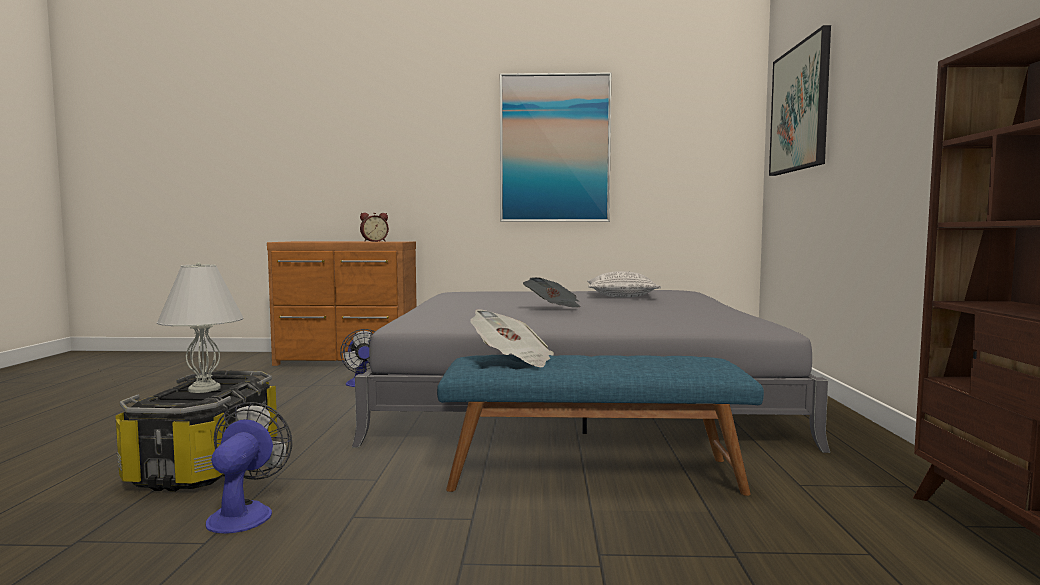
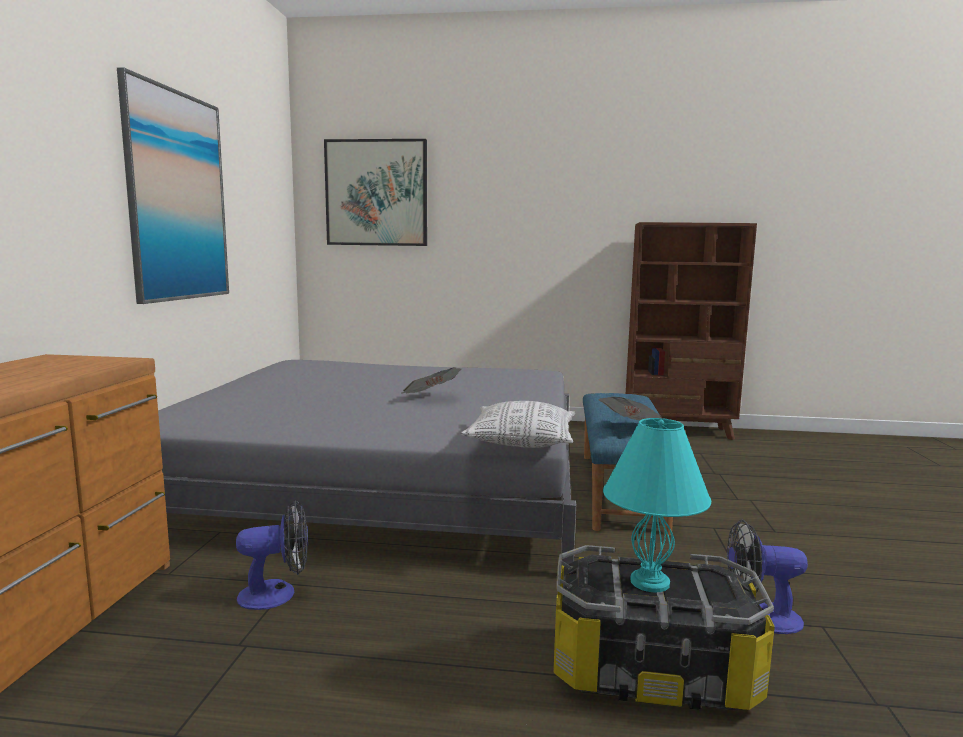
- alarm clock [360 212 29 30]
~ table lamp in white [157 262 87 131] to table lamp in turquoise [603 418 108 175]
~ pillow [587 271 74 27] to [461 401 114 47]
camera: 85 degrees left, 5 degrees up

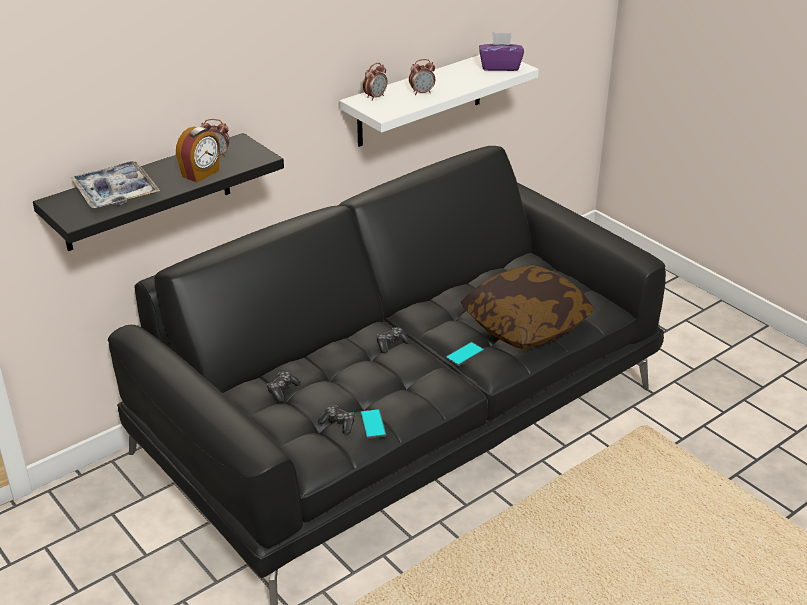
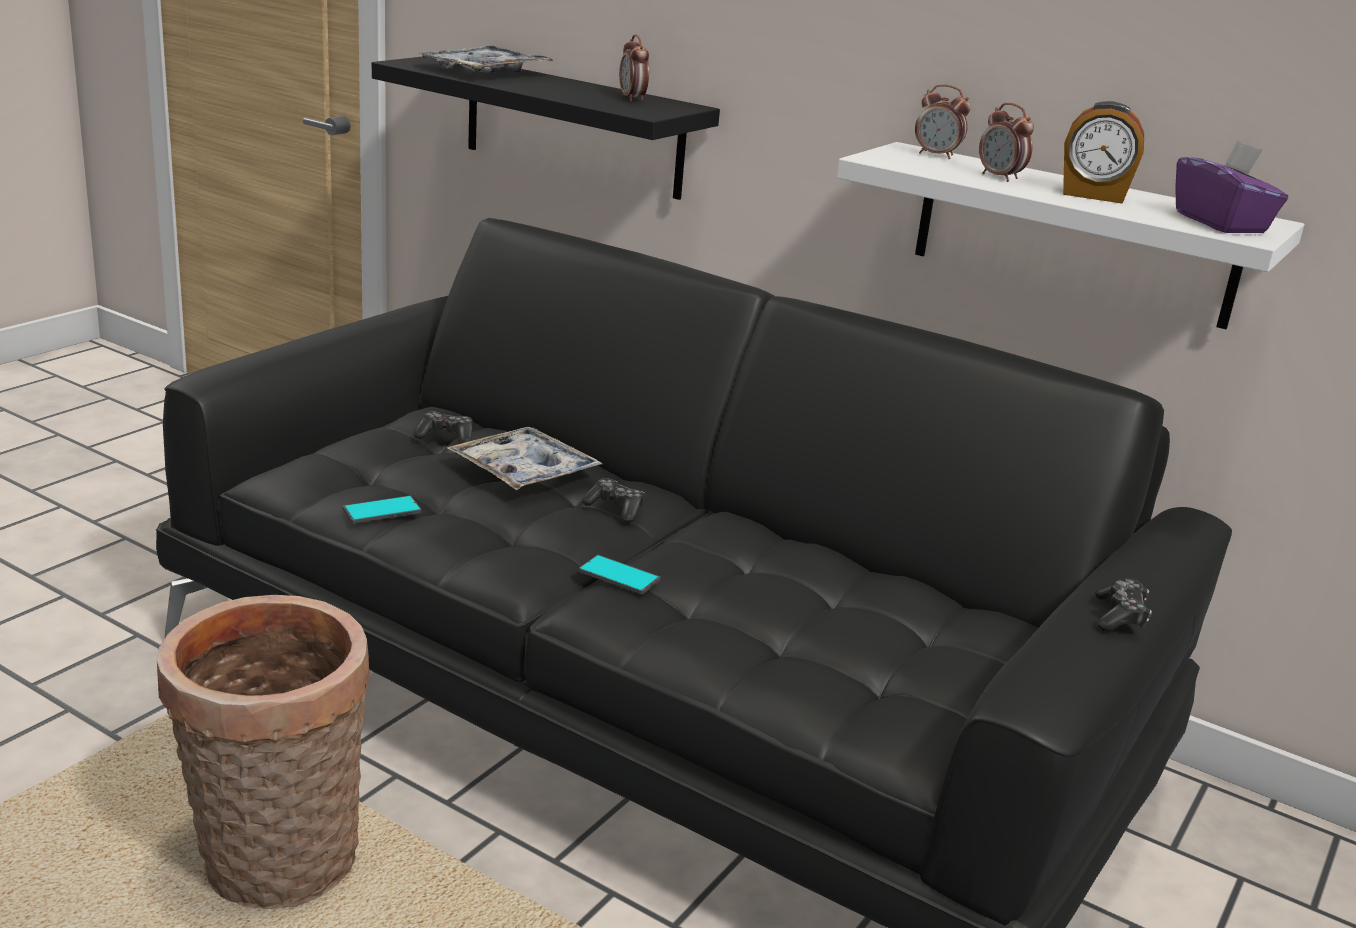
~ alarm clock [176 127 44 56] to [1063 101 81 103]
- pillow [461 265 133 84]
~ game controller [318 405 37 30] to [1095 579 57 53]
+ tray [446 427 156 63]
+ basket [157 595 213 315]
camera: 70 degrees right, 10 degrees down

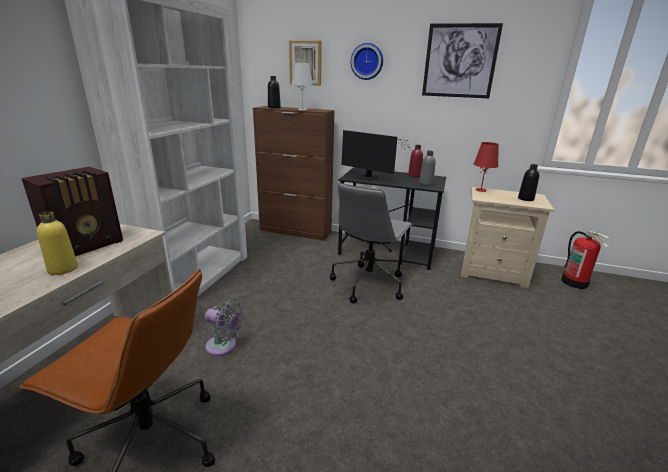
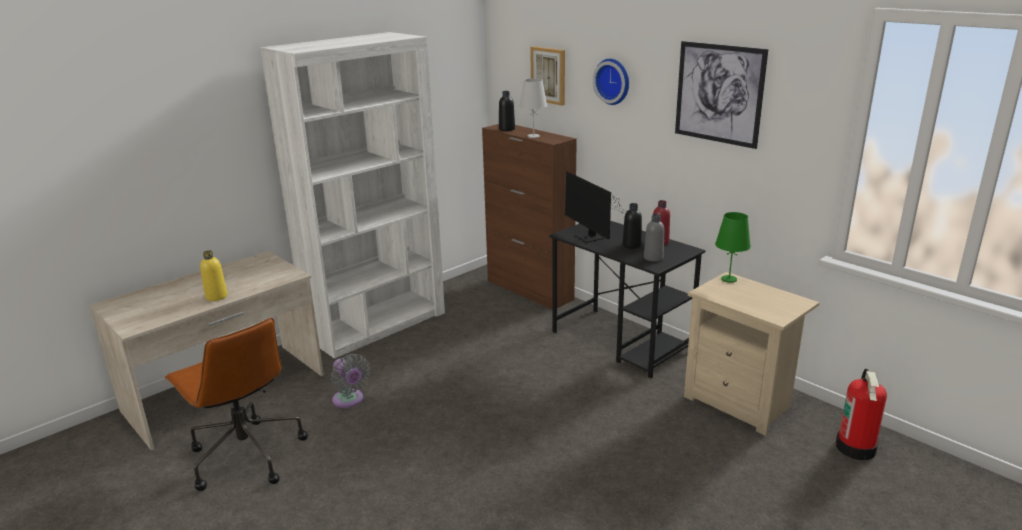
~ table lamp in red [474 142 25 50] to table lamp in green [715 212 36 71]
~ bottle in black [518 164 21 37] to [622 203 20 46]
- radio [21 167 102 89]
- office chair in grey [330 183 83 121]
camera: 30 degrees right, 0 degrees up

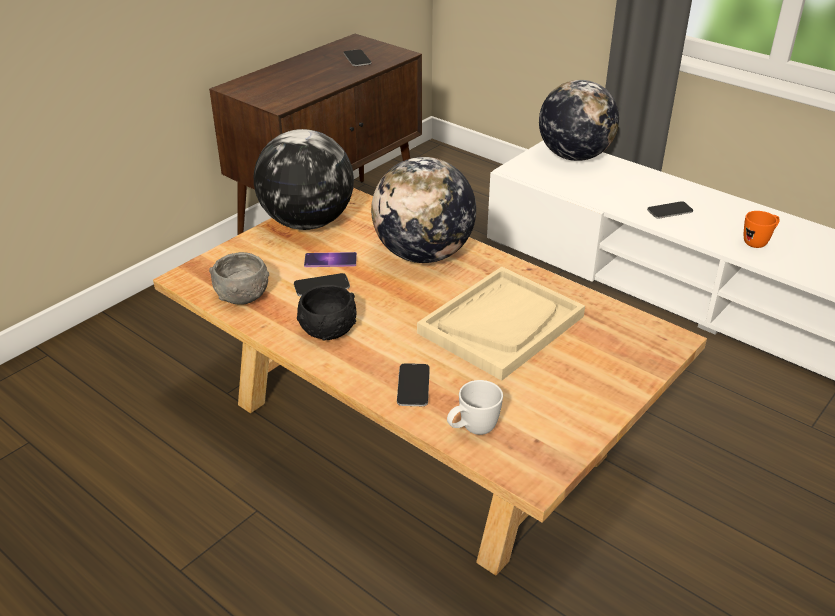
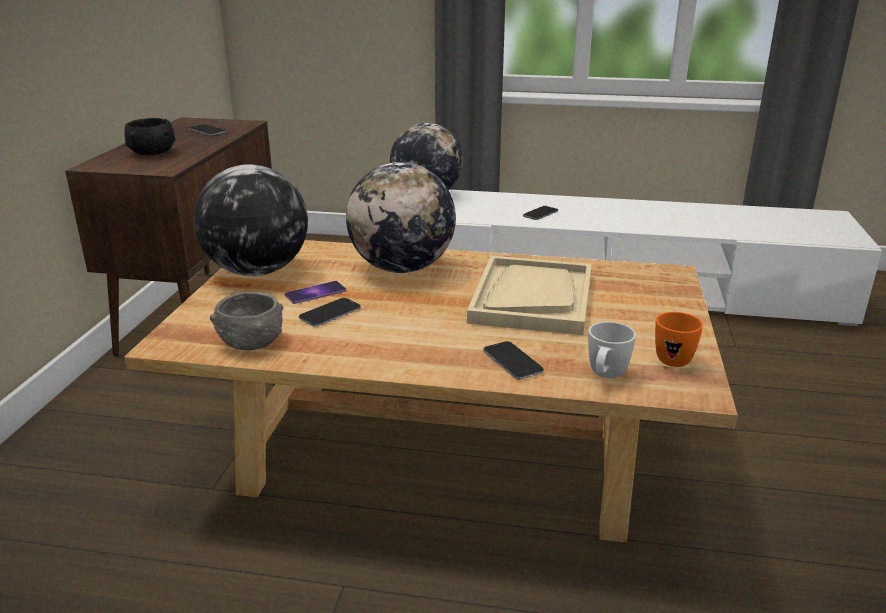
~ mug in orange [744 211 36 37] to [655 312 48 55]
~ bowl in black [297 285 60 56] to [124 118 52 37]
camera: 30 degrees left, 10 degrees down

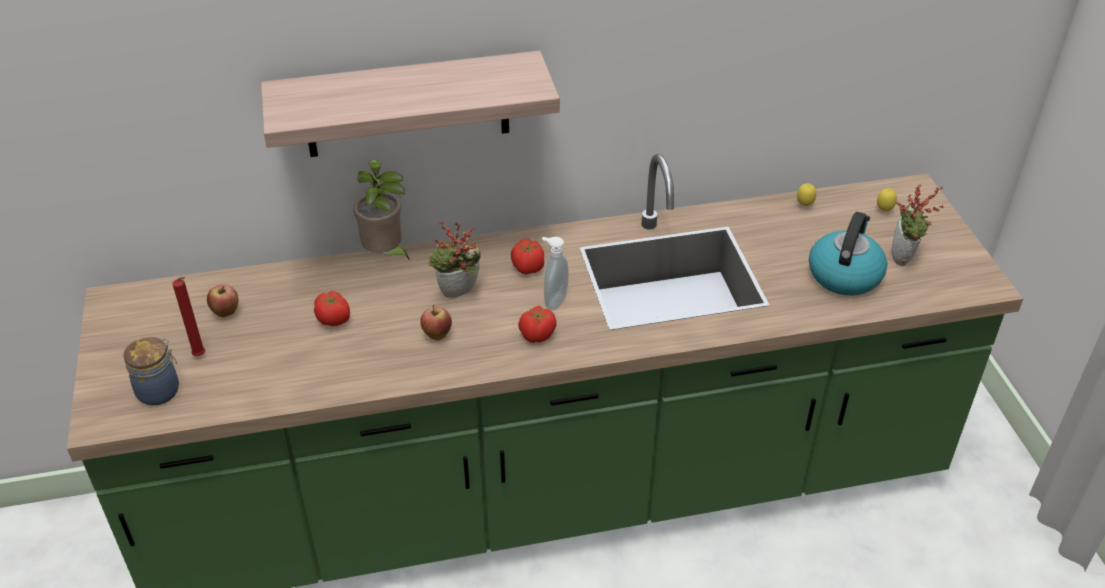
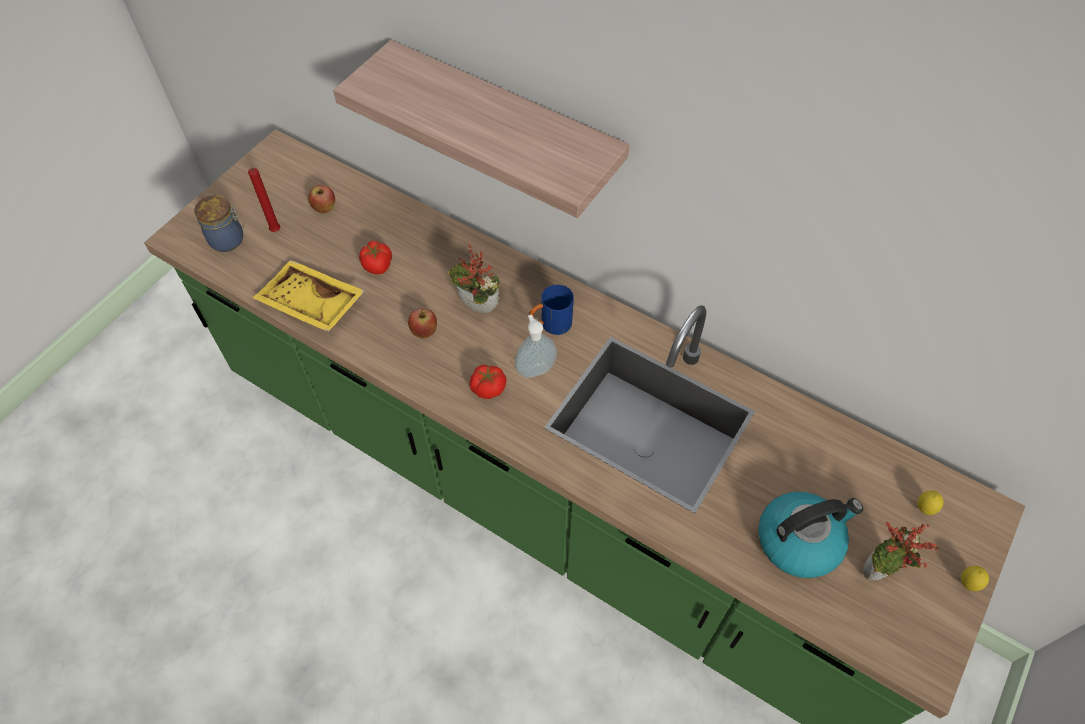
- potted plant [353 159 57 101]
~ lemon [797 183 19 23] to [961 566 28 25]
~ tomato [511 239 33 35] to mug in blue [529 285 45 50]
+ tray in yellow [253 260 112 72]
camera: 45 degrees right, 15 degrees up

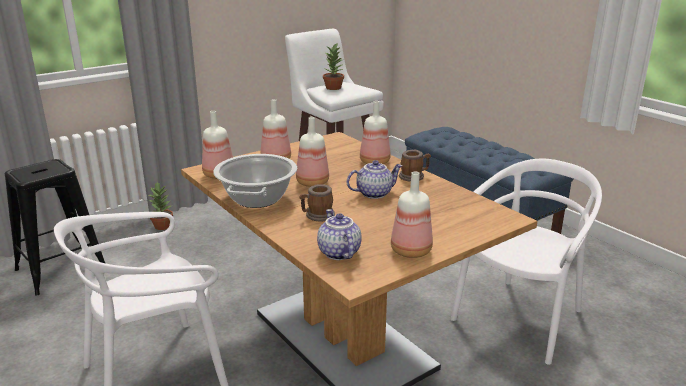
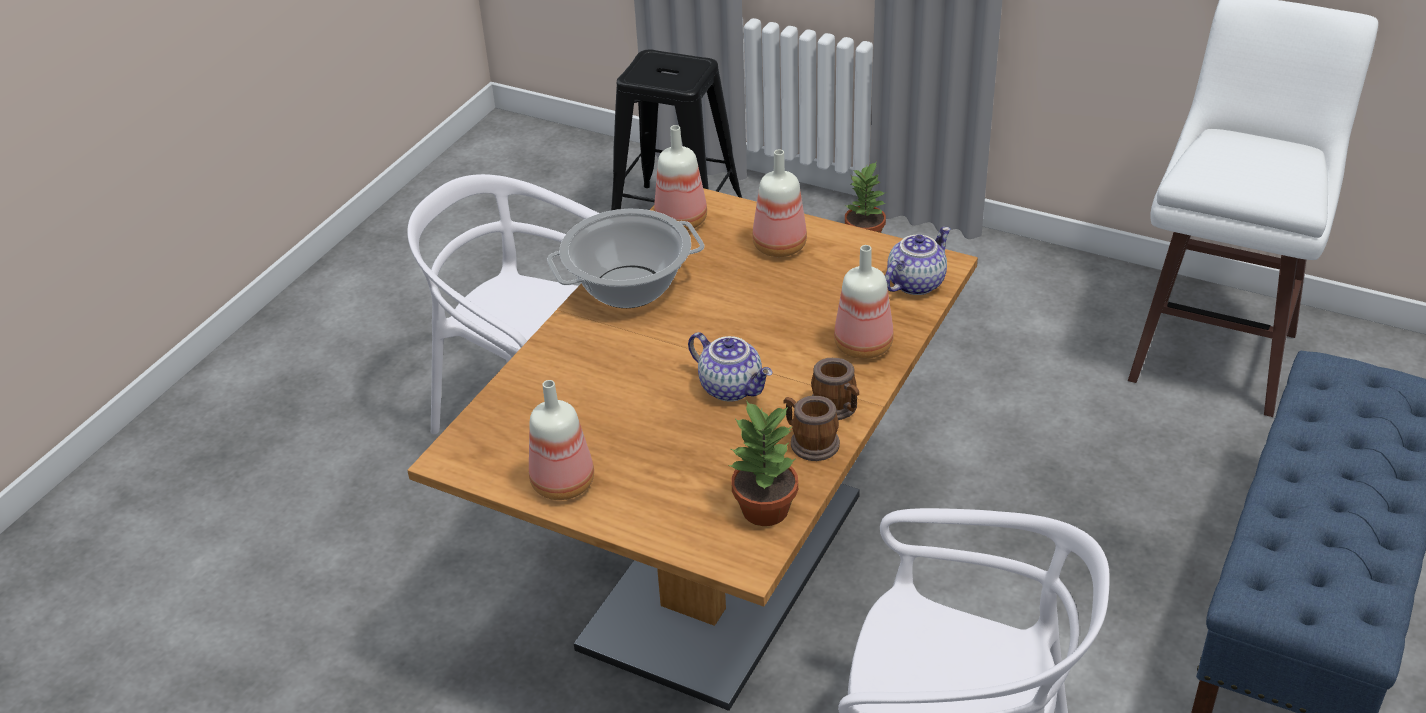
~ potted plant [323 44 21 46] to [728 400 70 126]
- bottle [296 117 33 70]
~ mug [299 184 36 38] to [783 396 57 65]
~ teapot [317 209 45 51] to [885 227 66 68]
camera: 65 degrees right, 15 degrees up

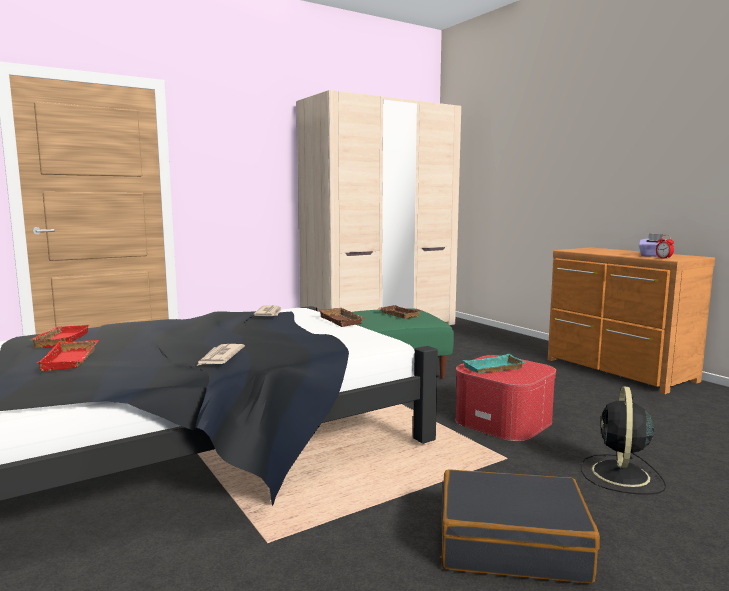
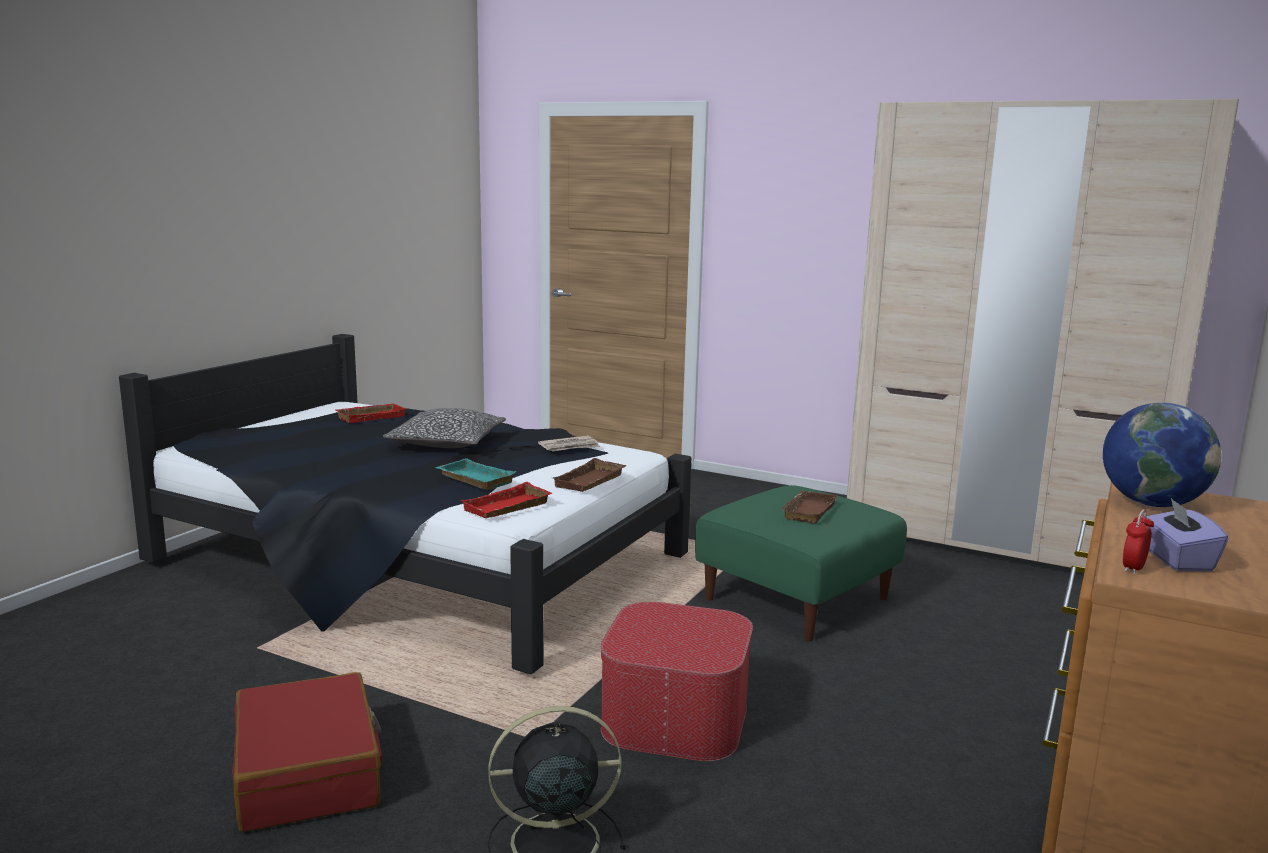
~ tray in red [36 340 63 31] to [460 482 92 36]
- newspaper [197 344 48 22]
~ tray in turquoise [462 354 63 19] to [435 458 81 32]
~ suitcase in black [442 469 158 114] to suitcase in red [232 672 150 160]
+ globe [1103 402 118 105]
+ pillow [383 408 123 40]
camera: 60 degrees right, 5 degrees up

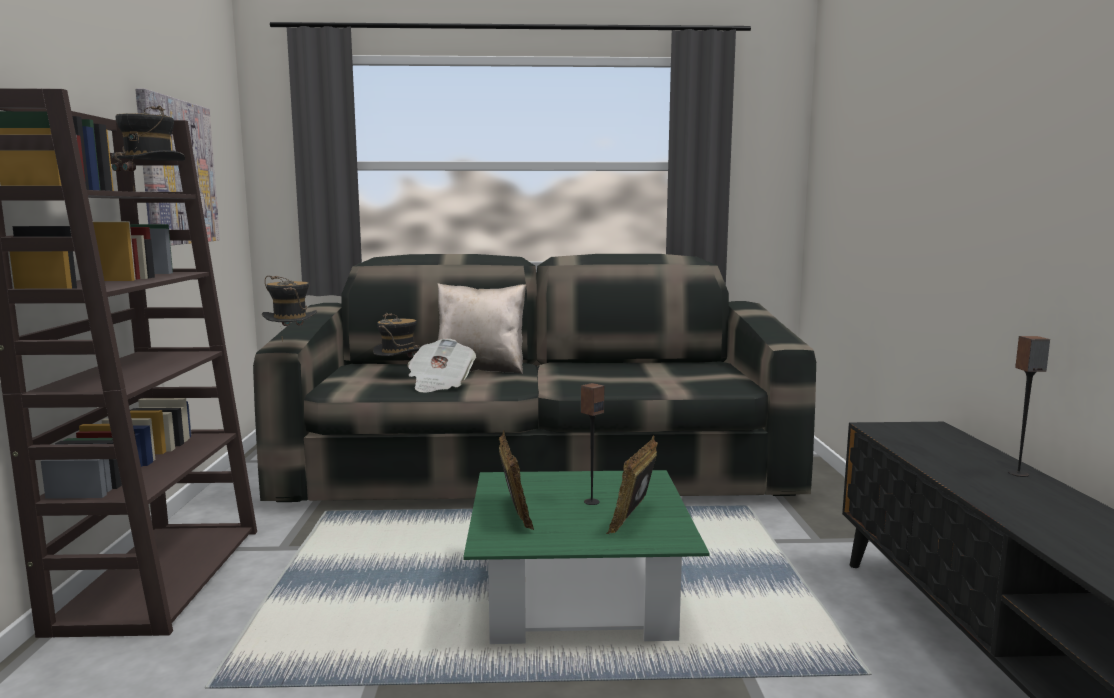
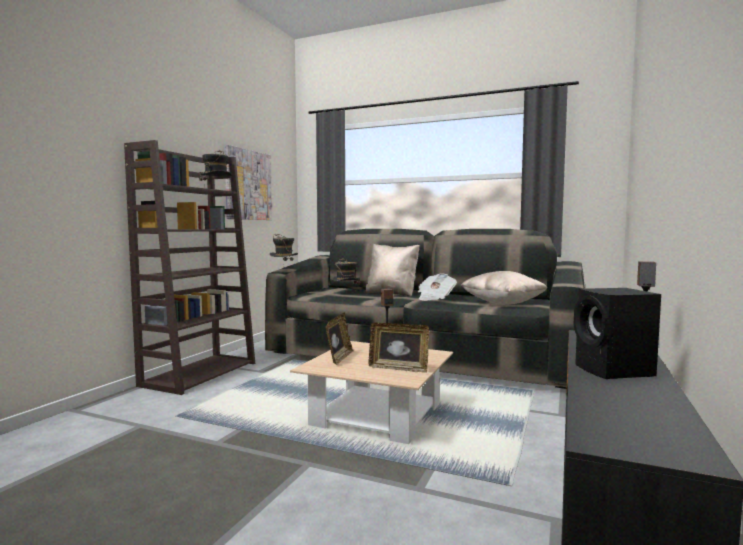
~ newspaper [408 339 68 53] to [418 273 39 28]
~ picture frame [606 436 52 98] = [368 322 61 51] 120 degrees counterclockwise
~ coffee table in green [463 470 247 174] to coffee table in beige [290 341 163 103]
+ pillow in beige [460 271 87 34]
+ speaker in black [574 288 87 91]
camera: 25 degrees right, 5 degrees down

